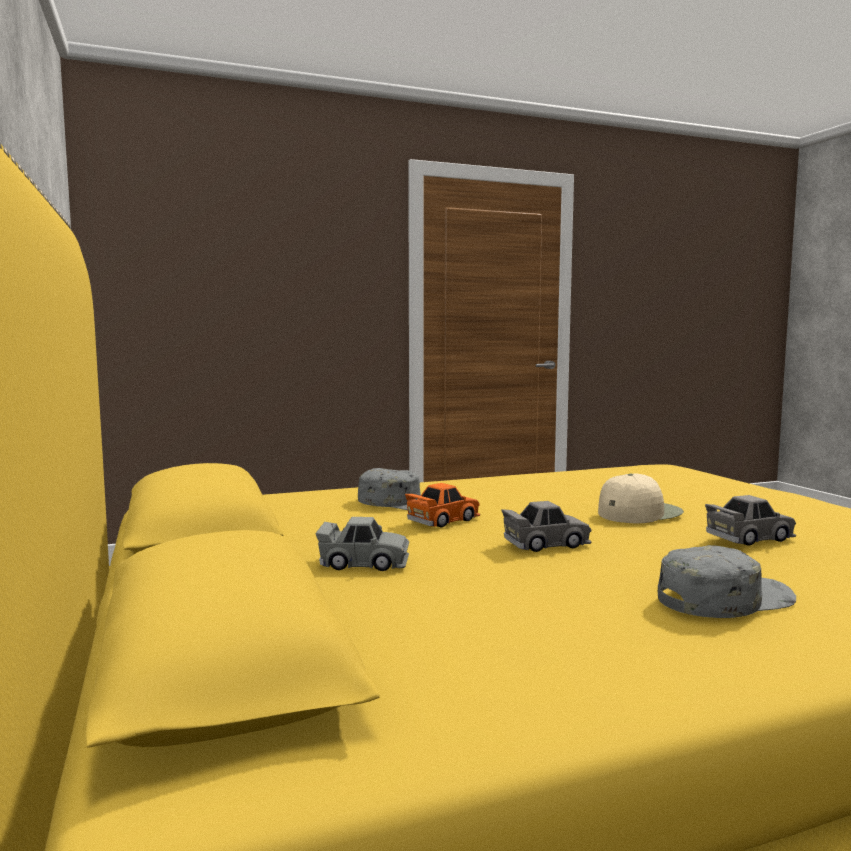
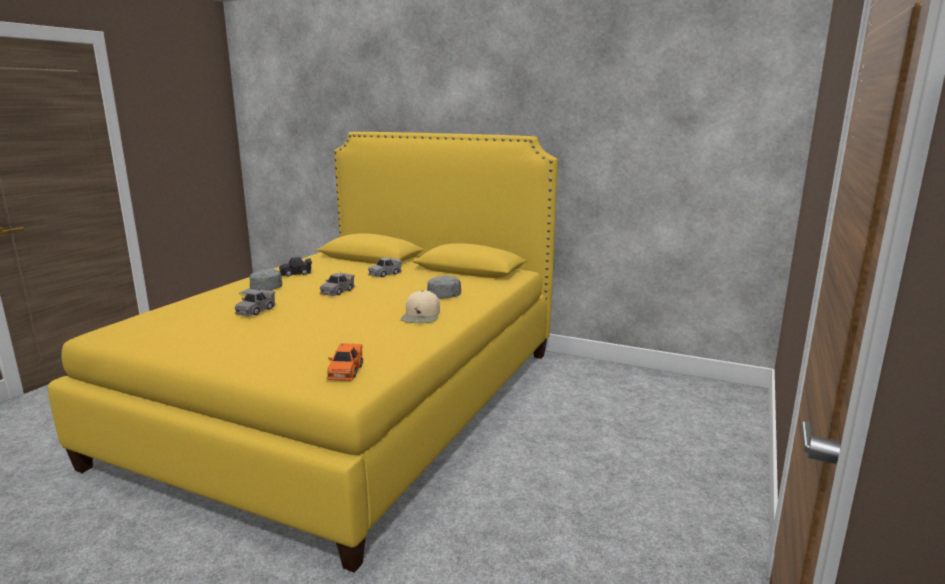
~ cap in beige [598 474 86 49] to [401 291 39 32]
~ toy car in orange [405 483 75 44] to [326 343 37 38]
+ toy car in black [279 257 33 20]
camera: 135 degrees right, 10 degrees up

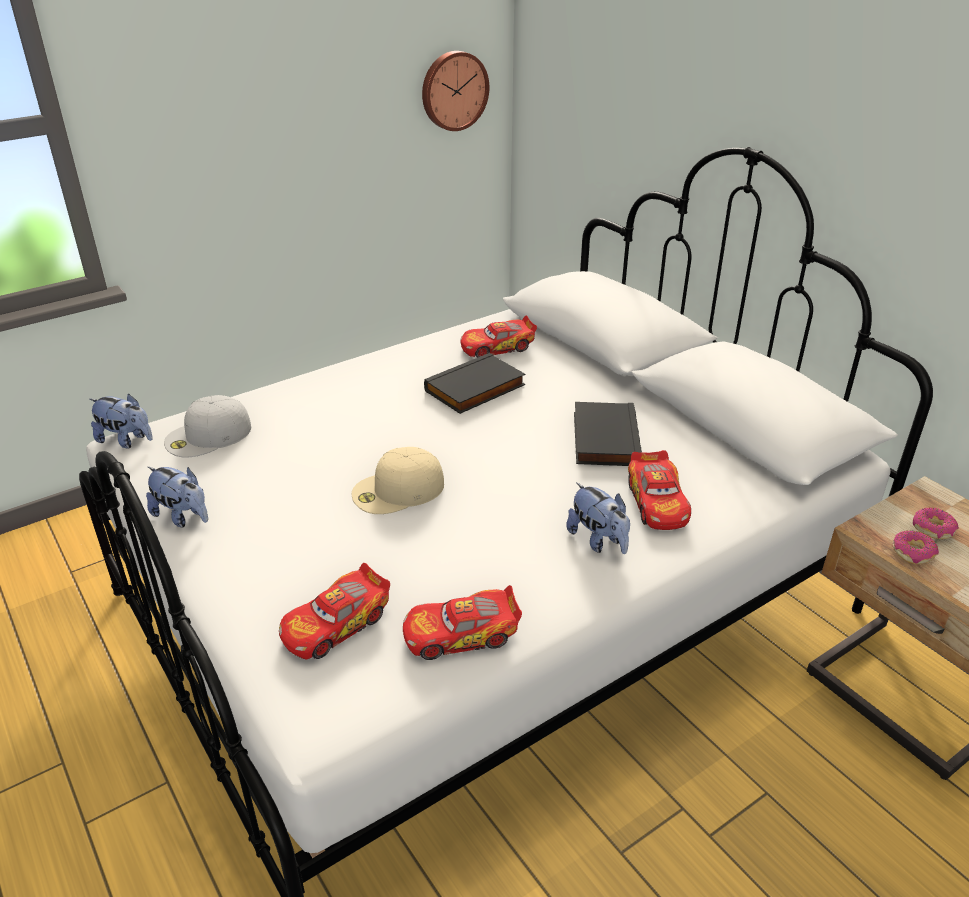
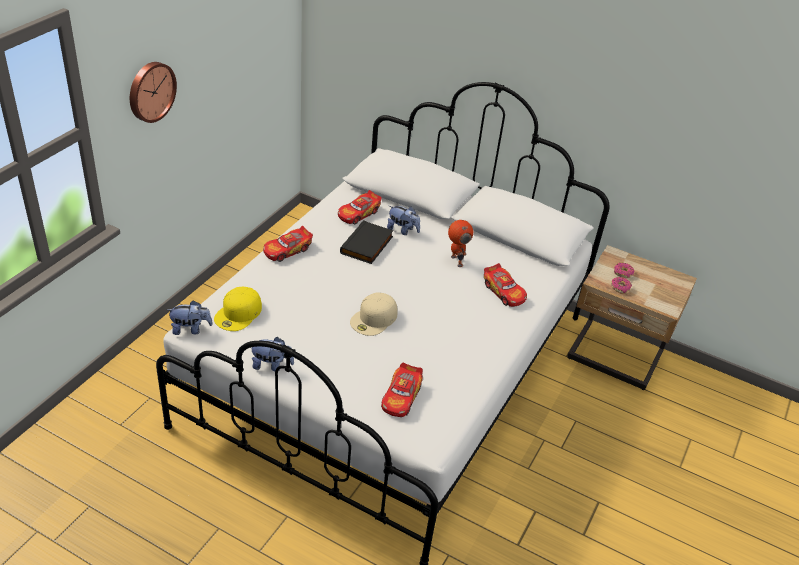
~ wall clock [422 51 67 80] to [130 62 47 61]
~ cap in white [164 395 87 63] to cap in yellow [214 287 48 44]
~ book in black [574 402 68 64] to toy robot [448 220 25 47]
~ plush toy [566 483 64 71] to [387 206 33 29]
~ toy car [403 585 119 75] to [263 226 50 36]
camera: 30 degrees left, 5 degrees up

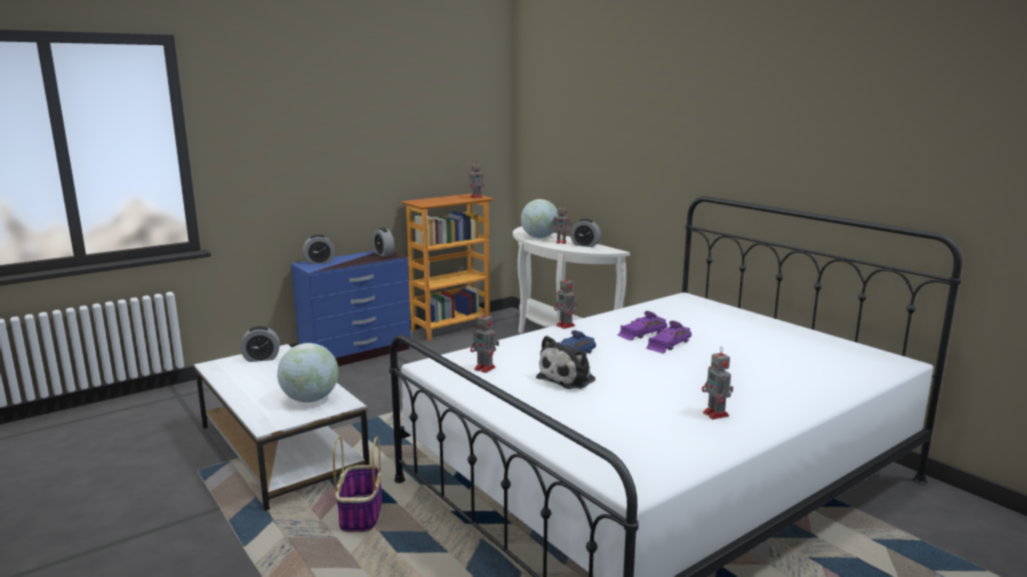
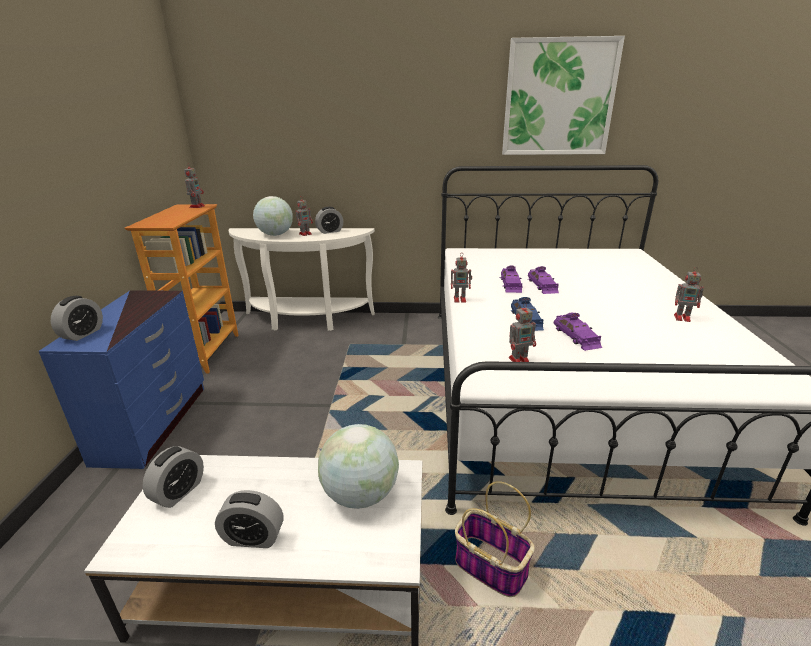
~ alarm clock [373 228 21 29] to [215 490 69 58]
~ plush toy [536 336 60 53] to toy car in purple [554 313 48 38]
+ picture [502 36 123 119]
camera: 50 degrees left, 10 degrees up

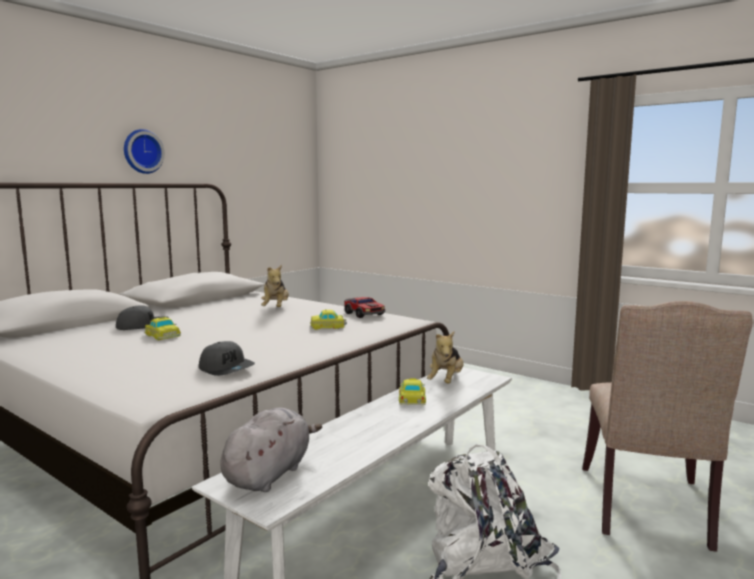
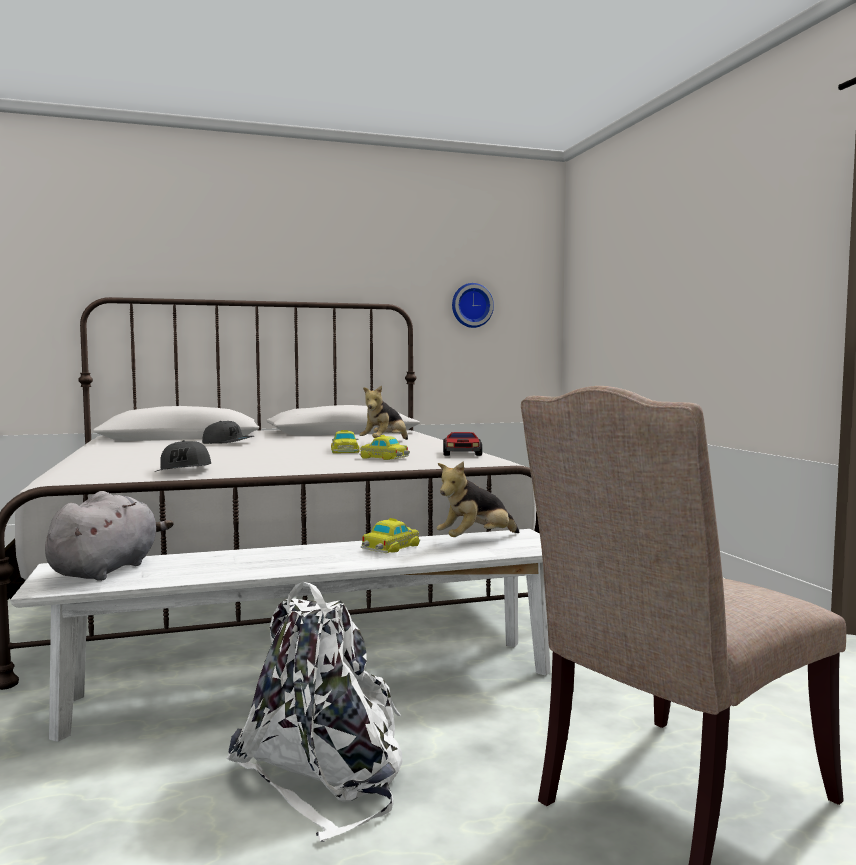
~ wall clock [124 129 41 45] to [452 283 42 45]
~ toy car [145 317 36 23] to [331 430 29 23]
~ plush toy in grey [220 408 102 84] = [45 491 129 90] 45 degrees counterclockwise
camera: 35 degrees right, 5 degrees down

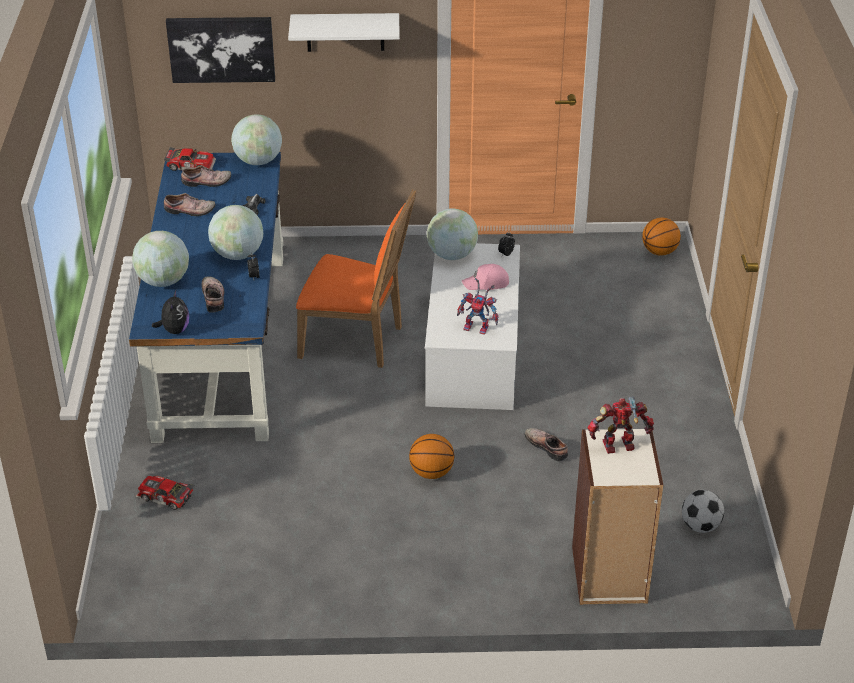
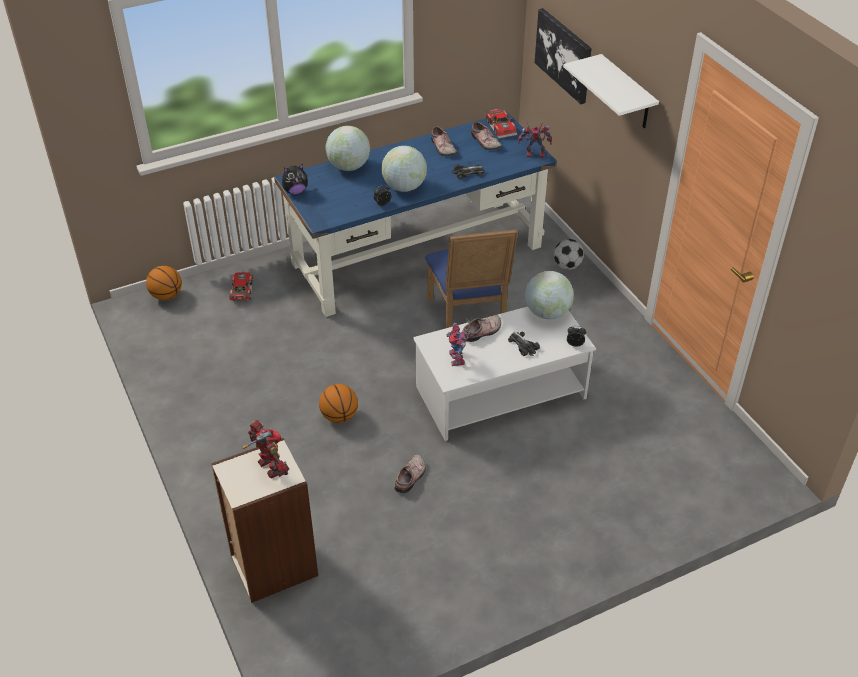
~ globe [231 114 51 51] to toy robot [518 121 34 37]
~ chair in orange [296 189 121 179] to chair in blue [425 229 93 99]
~ basketball [642 218 39 38] to [146 266 36 34]
~ cap in pink [462 264 47 26] to toy car [508 331 32 25]
~ shoe [202 276 22 37] to [462 315 39 27]
~ football [682 490 42 43] to [554 239 30 31]
camera: 65 degrees right, 5 degrees up

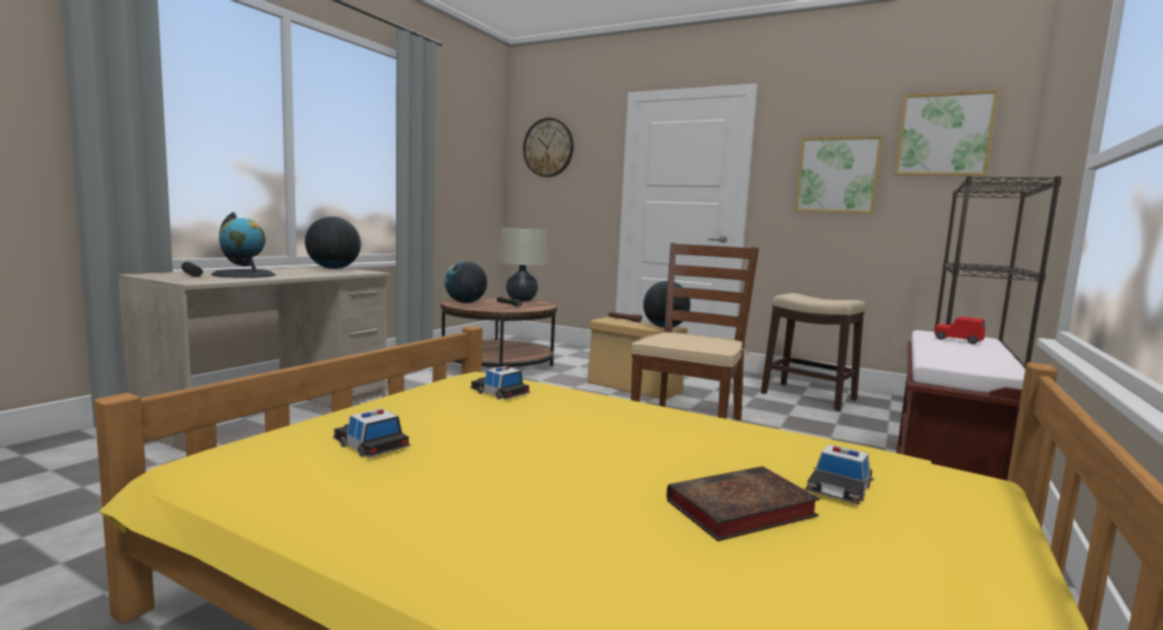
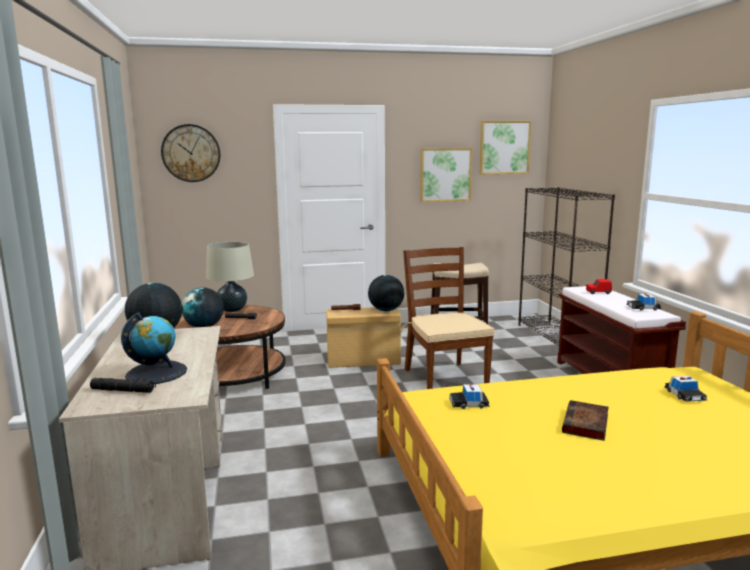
~ toy car [332 408 79 50] to [627 293 35 18]
~ book [667 466 153 75] to [562 400 47 41]
camera: 40 degrees left, 5 degrees up

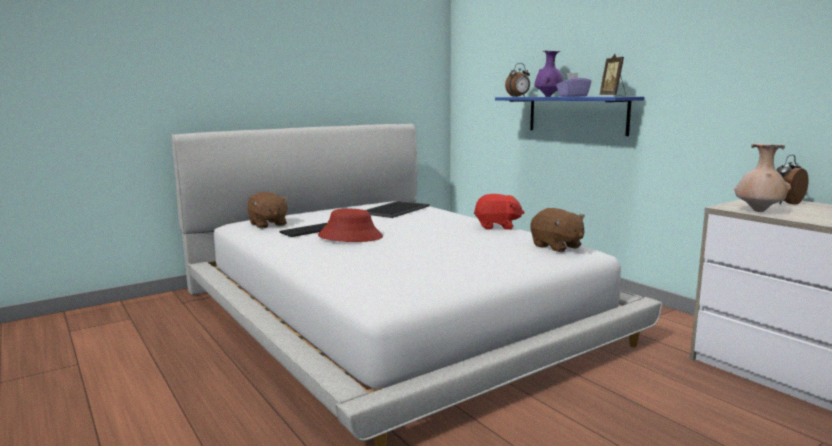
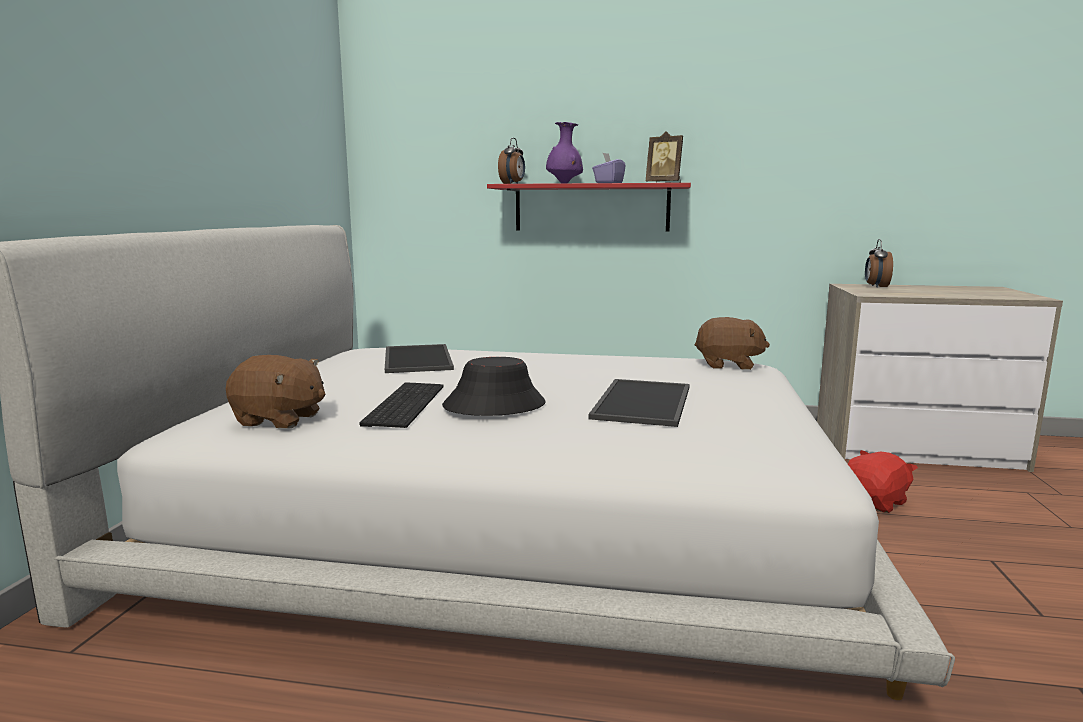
~ shelf in blue [495 97 150 39] to shelf in red [487 183 204 48]
- vase in beige [734 143 57 69]
~ plush toy in red [474 194 51 36] to [848 450 70 63]
~ hat in red [318 209 65 33] to hat in black [442 357 104 59]
+ tray [588 379 102 48]
camera: 45 degrees left, 0 degrees up

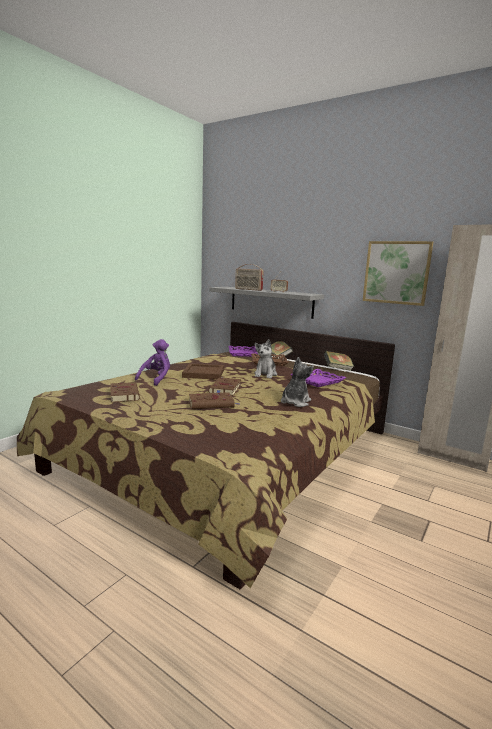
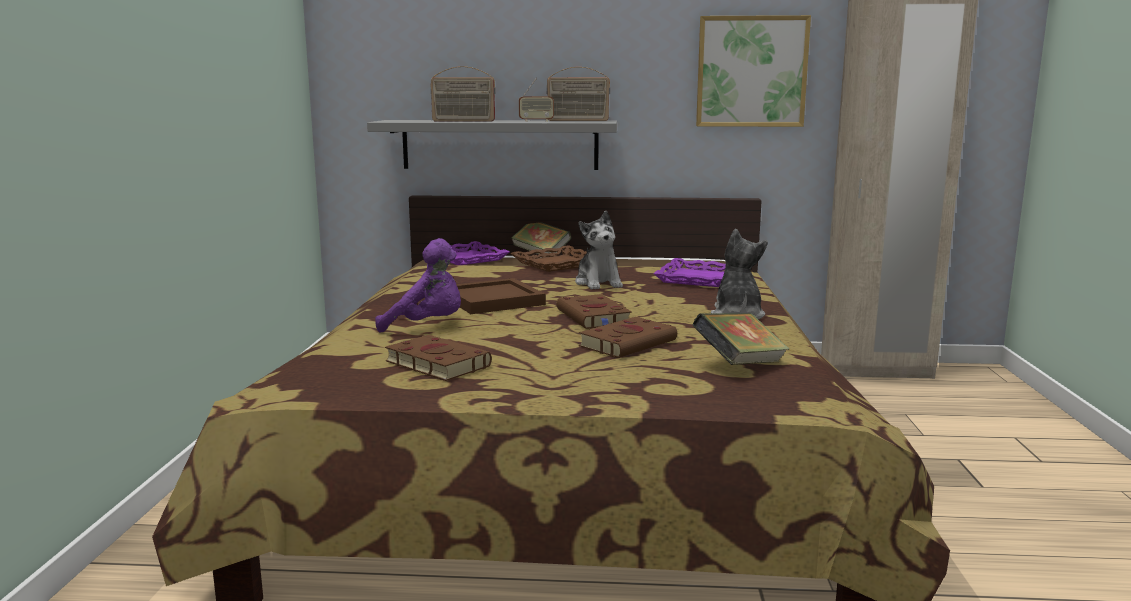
~ plush toy in purple [135 339 35 47] = [375 238 86 94] 105 degrees clockwise
~ book [324 351 30 20] to [692 313 97 52]
+ radio [547 67 63 54]
camera: 30 degrees left, 0 degrees up

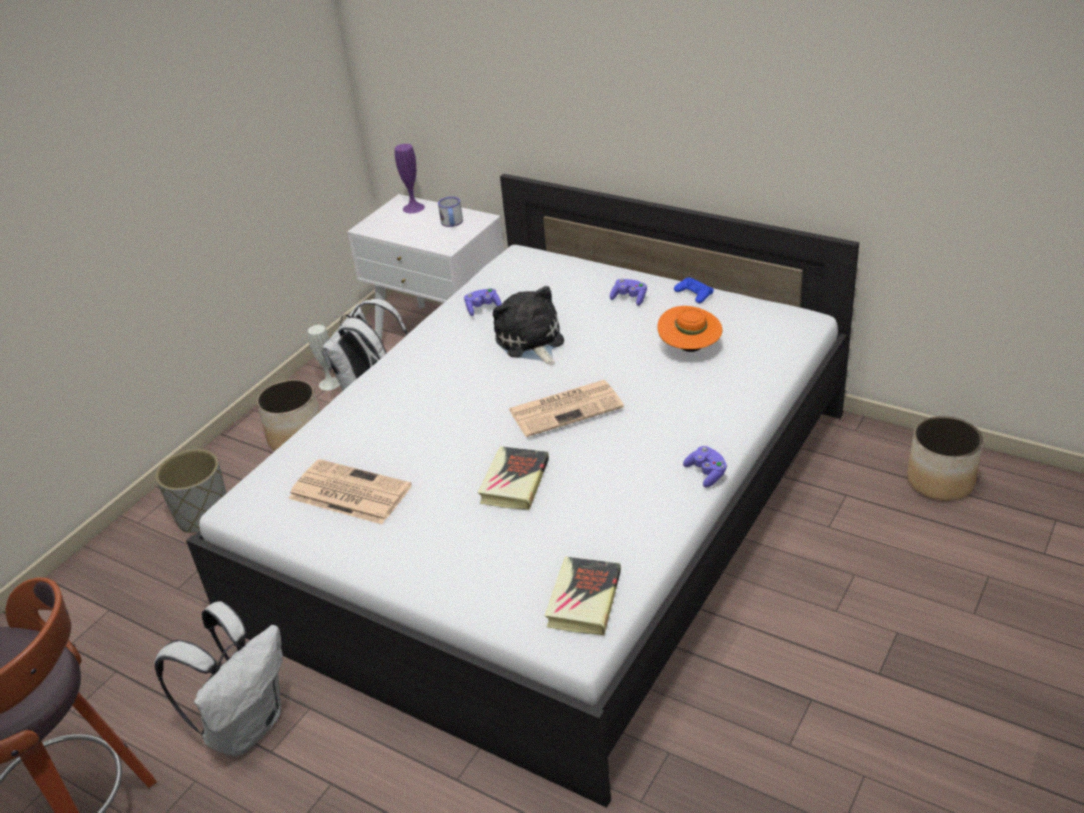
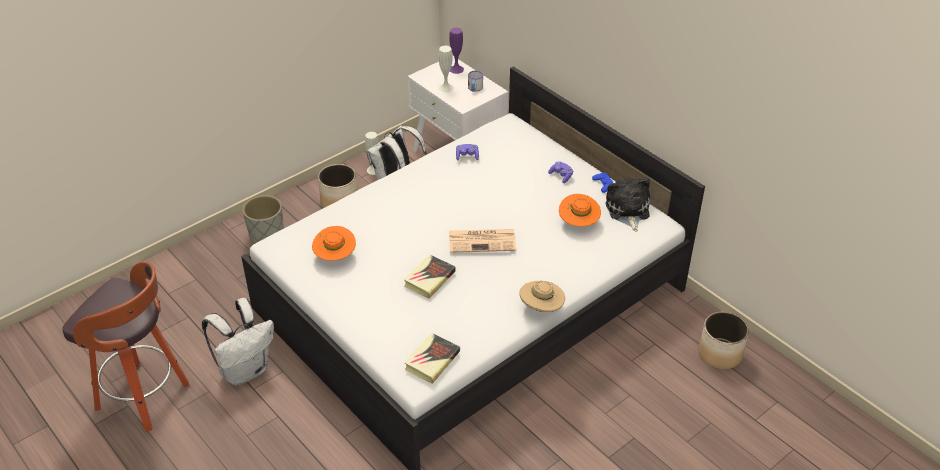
~ plush toy [493 286 71 79] to [606 177 44 54]
~ game controller in purple [683 446 44 42] to hat in beige [520 281 45 31]
~ newspaper [288 459 124 65] to hat in orange [312 226 44 35]
+ vase in white [438 46 16 47]
camera: 15 degrees right, 5 degrees up

